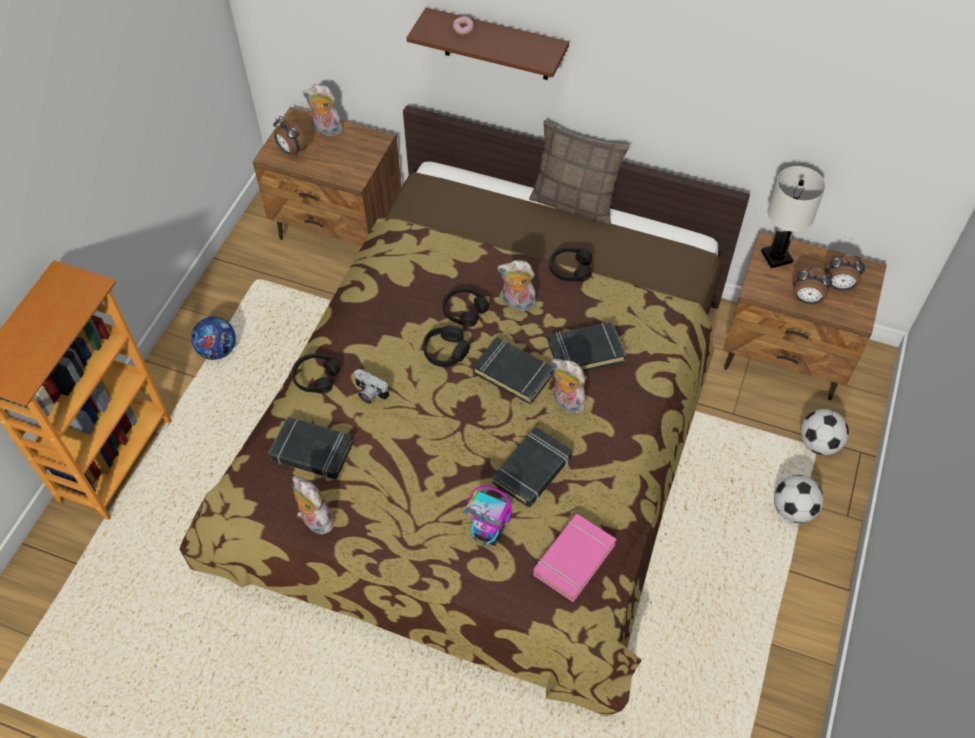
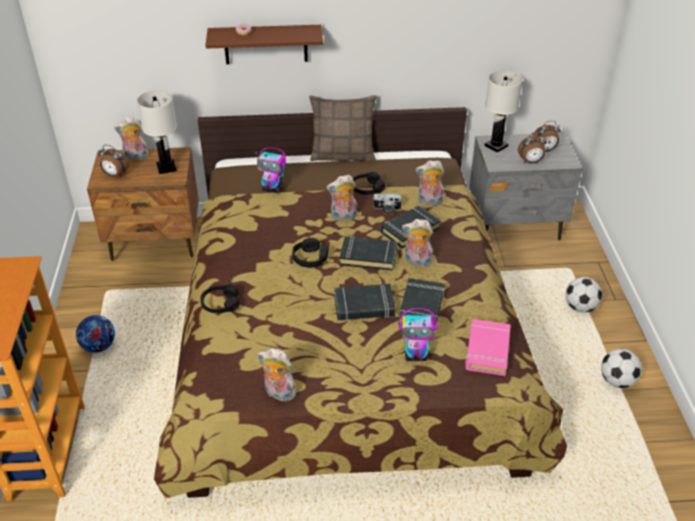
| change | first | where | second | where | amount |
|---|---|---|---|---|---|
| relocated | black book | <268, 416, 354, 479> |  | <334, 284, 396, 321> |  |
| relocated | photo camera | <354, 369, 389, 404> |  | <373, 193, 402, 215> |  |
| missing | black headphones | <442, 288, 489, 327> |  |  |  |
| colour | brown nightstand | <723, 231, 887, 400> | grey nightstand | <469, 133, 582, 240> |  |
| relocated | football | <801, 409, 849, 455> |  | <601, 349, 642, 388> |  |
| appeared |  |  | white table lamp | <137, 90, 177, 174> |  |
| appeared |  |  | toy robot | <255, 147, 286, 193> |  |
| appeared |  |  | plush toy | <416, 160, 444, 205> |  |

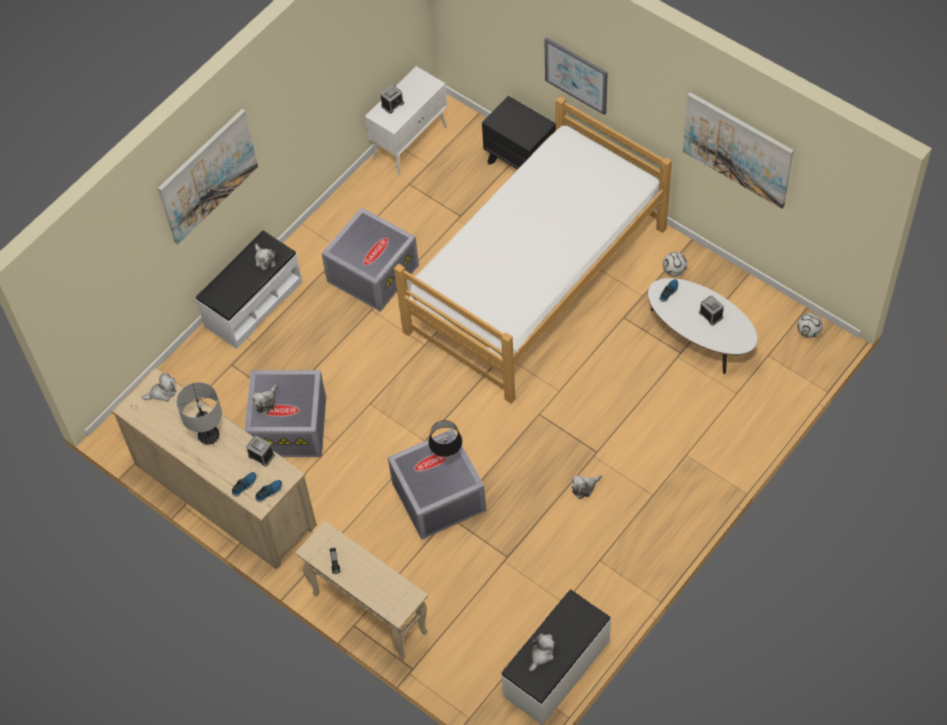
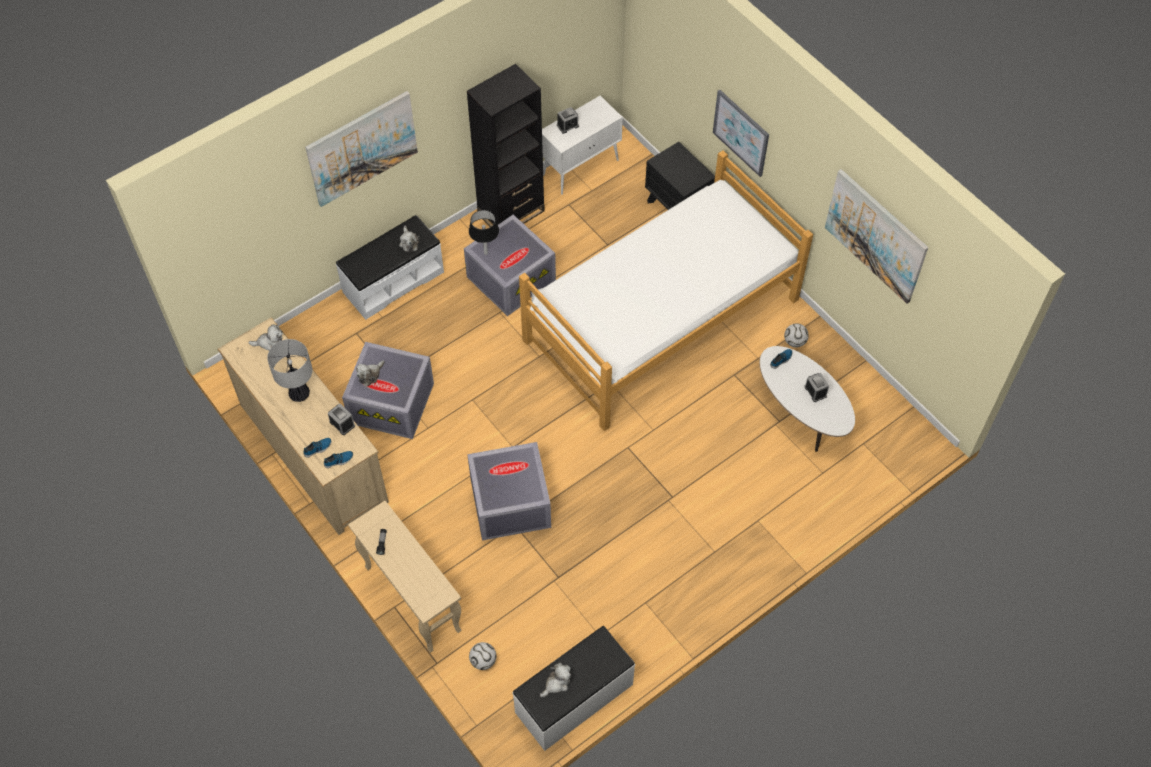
| change | first | where | second | where | amount |
|---|---|---|---|---|---|
| relocated | black table lamp | <428, 420, 462, 464> |  | <469, 210, 499, 255> |  |
| missing | plush toy | <571, 475, 602, 499> |  |  |  |
| relocated | football | <797, 313, 823, 338> |  | <469, 642, 496, 670> |  |
| appeared |  |  | black bookcase | <467, 64, 545, 227> |  |

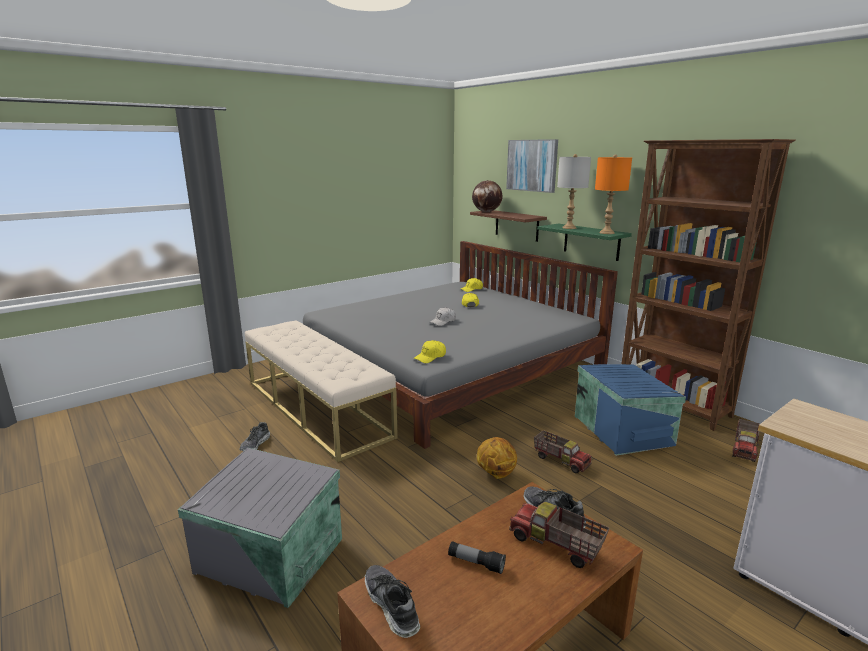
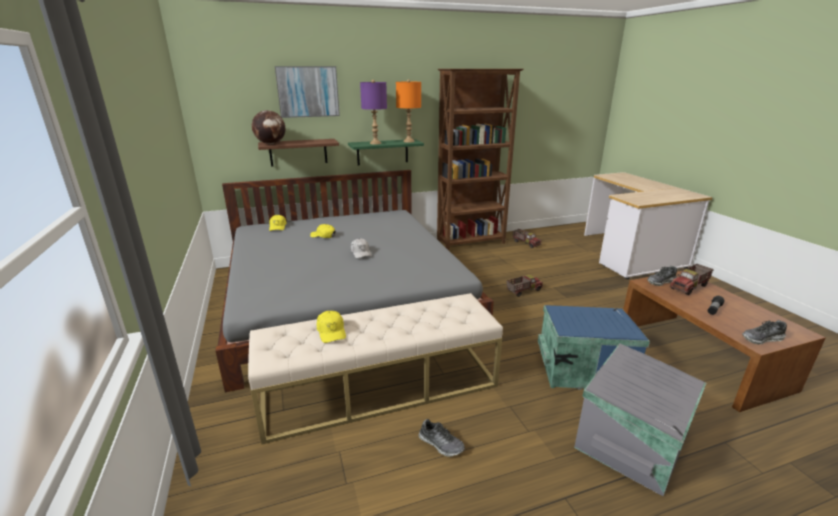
| change | first | where | second | where | amount |
|---|---|---|---|---|---|
| relocated | yellow cap | <414, 340, 446, 363> |  | <316, 311, 346, 343> |  |
| missing | basketball | <477, 437, 517, 479> |  |  |  |
| colour | grey table lamp | <557, 154, 591, 229> | purple table lamp | <360, 80, 387, 145> |  |
| relocated | blue storage box | <575, 364, 686, 456> |  | <538, 305, 650, 390> |  |

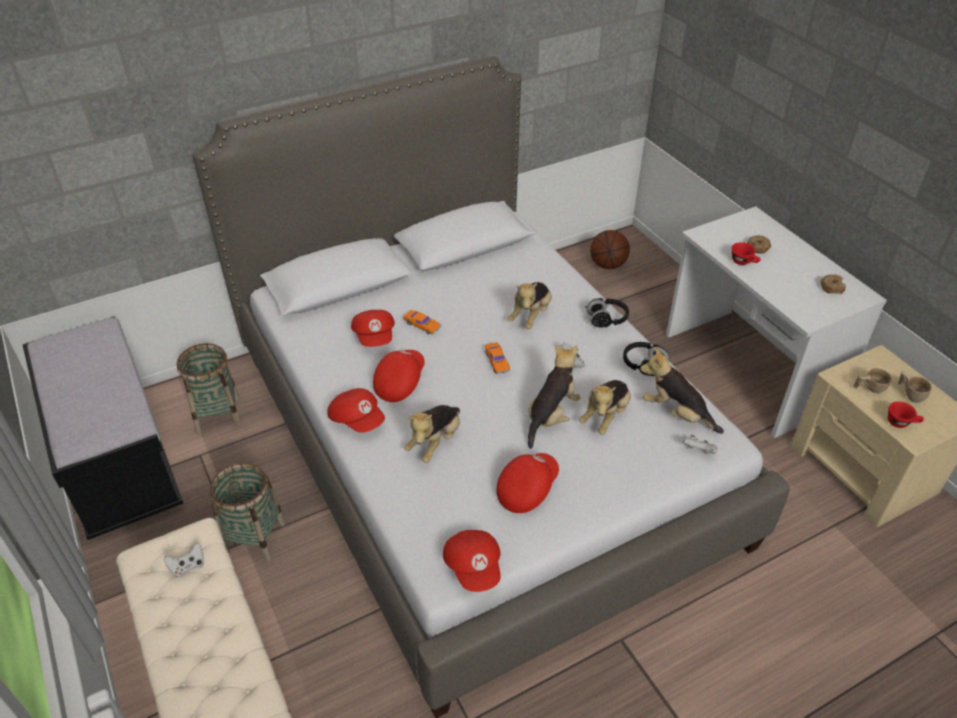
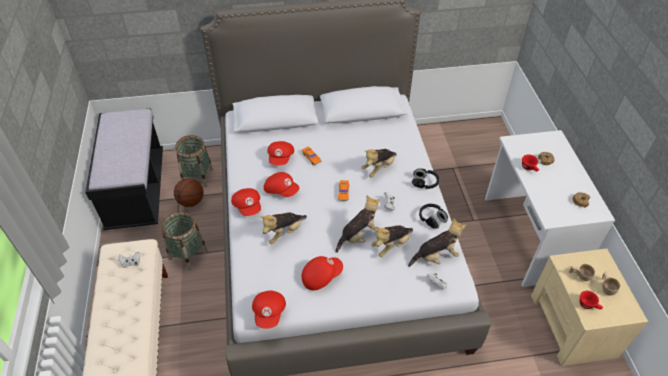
| change | first | where | second | where | amount |
|---|---|---|---|---|---|
| spun | red cap | <373, 350, 425, 402> |  | <264, 172, 299, 197> | 75 degrees clockwise |
| relocated | basketball | <590, 230, 630, 269> |  | <174, 178, 203, 207> |  |
| spun | plush toy | <640, 347, 724, 434> |  | <408, 218, 466, 267> | 105 degrees clockwise |

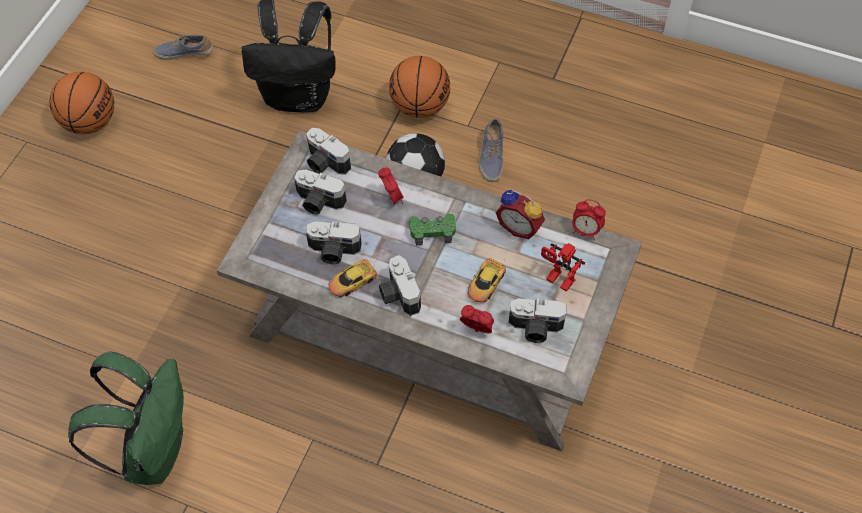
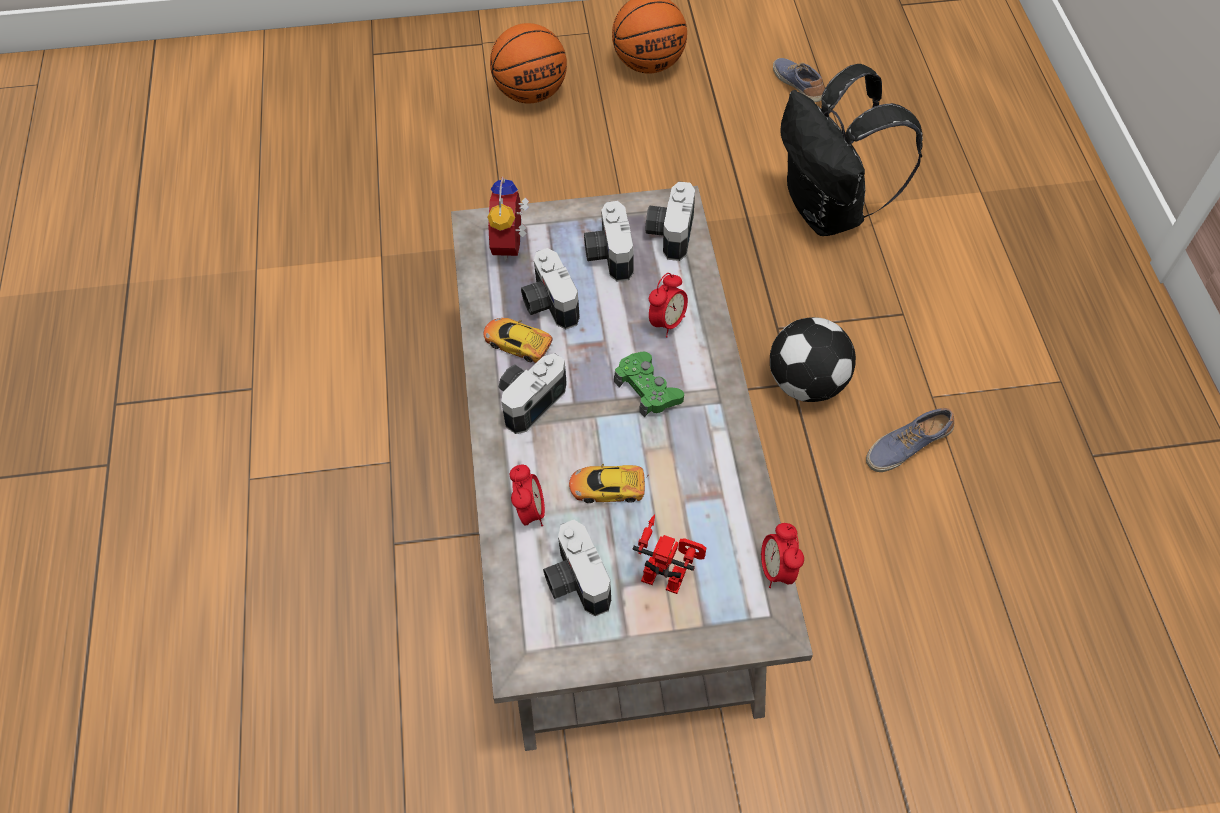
| change | first | where | second | where | amount |
|---|---|---|---|---|---|
| missing | green backpack | <68, 351, 184, 485> |  |  |  |
| relocated | basketball | <389, 56, 450, 118> |  | <490, 23, 567, 104> |  |
| relocated | alarm clock | <496, 190, 545, 239> |  | <487, 177, 529, 261> |  |
| spun | toy robot | <541, 243, 585, 292> |  | <632, 514, 706, 594> | 105 degrees clockwise |

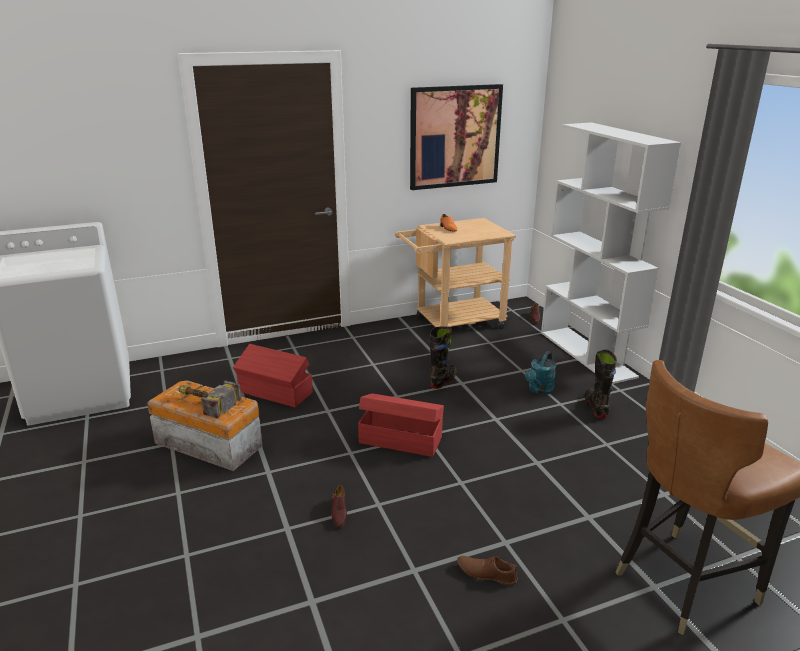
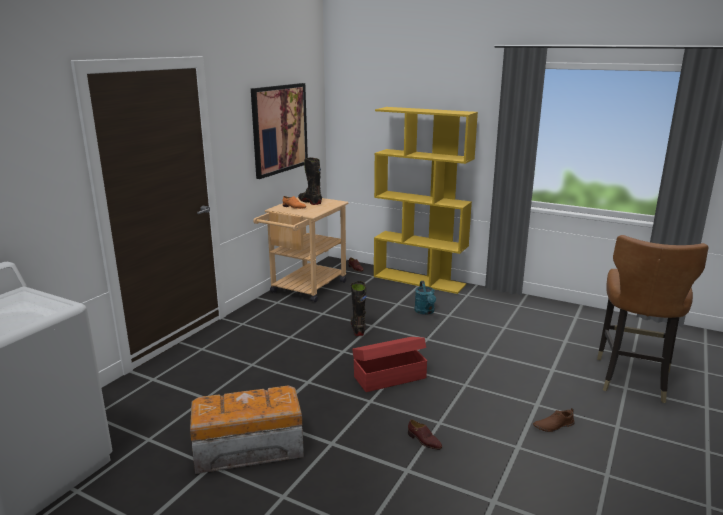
| change | first | where | second | where | amount |
|---|---|---|---|---|---|
| missing | hammer | <178, 380, 242, 418> |  |  |  |
| missing | red storage box | <233, 344, 313, 407> |  |  |  |
| colour | white bookcase | <541, 122, 681, 384> | yellow bookcase | <374, 107, 478, 294> |  |
| relocated | black boot | <585, 350, 617, 418> |  | <298, 157, 322, 205> |  |

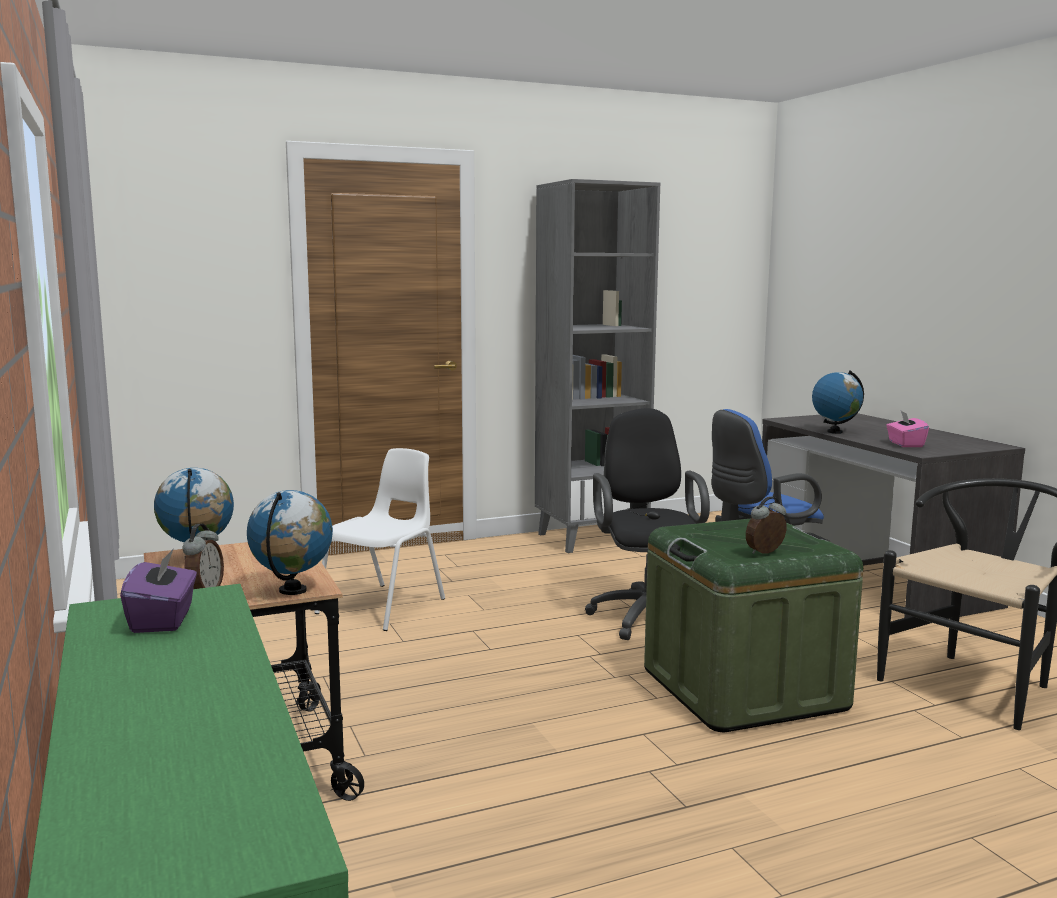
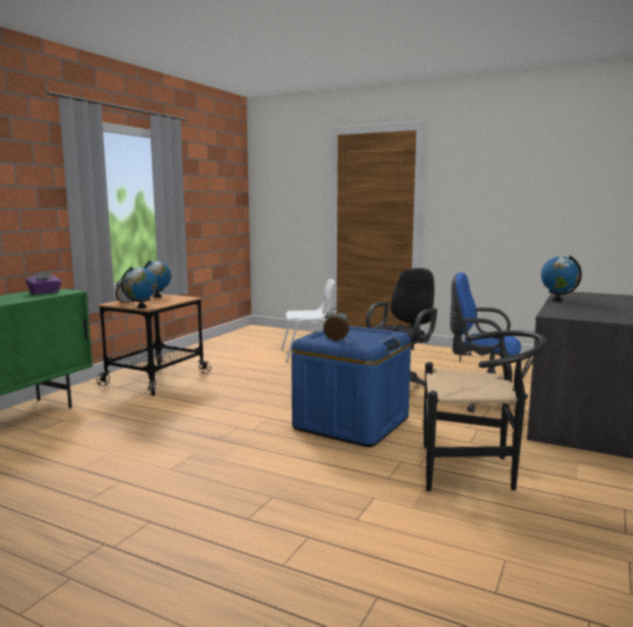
| change | first | where | second | where | amount |
|---|---|---|---|---|---|
| missing | grey bookcase | <535, 179, 660, 553> |  |  |  |
| colour | green storage box | <644, 519, 863, 732> | blue storage box | <291, 326, 411, 447> |  |
| missing | pink tissue box | <886, 411, 929, 447> |  |  |  |

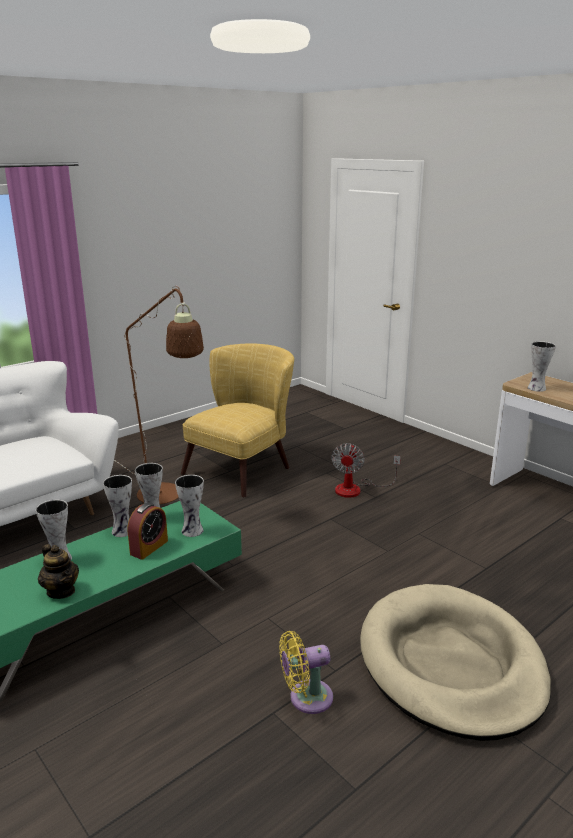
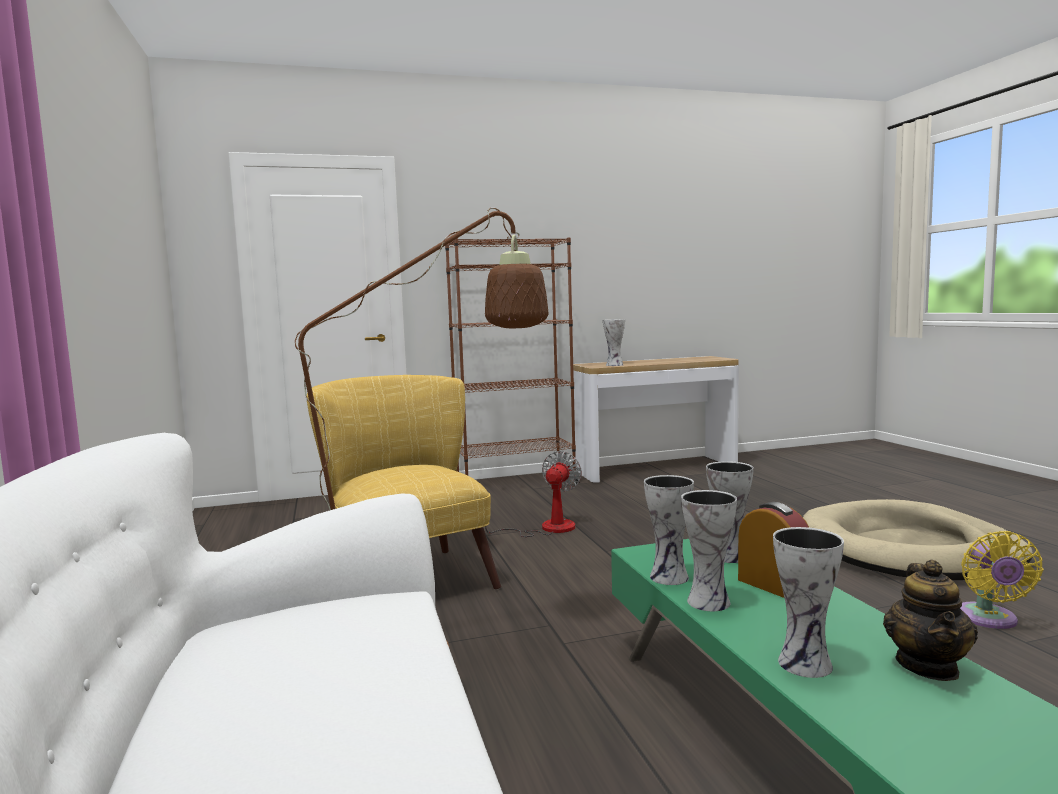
| change | first | where | second | where | amount |
|---|---|---|---|---|---|
| spun | teapot | <38, 544, 79, 599> |  | <883, 560, 978, 681> | 120 degrees clockwise |
| spun | fan | <331, 443, 401, 498> |  | <485, 451, 582, 537> | 105 degrees counterclockwise |
| appeared |  |  | brown bookcase | <445, 238, 580, 484> |  |

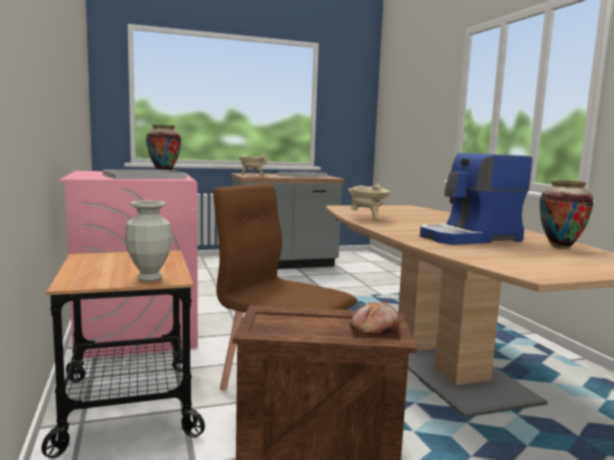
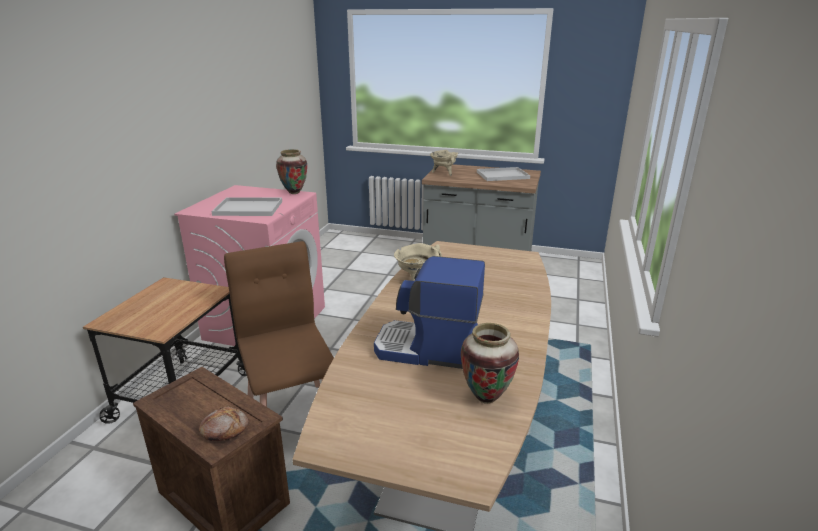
| change | first | where | second | where | amount |
|---|---|---|---|---|---|
| missing | vase | <125, 201, 172, 282> |  |  |  |

